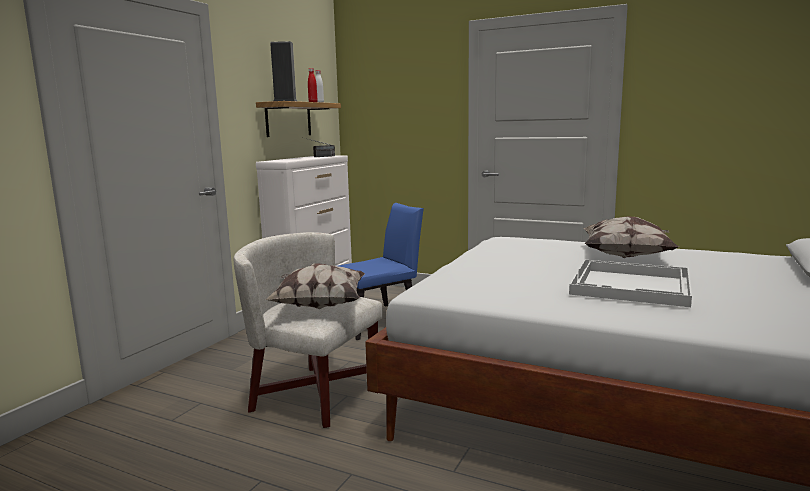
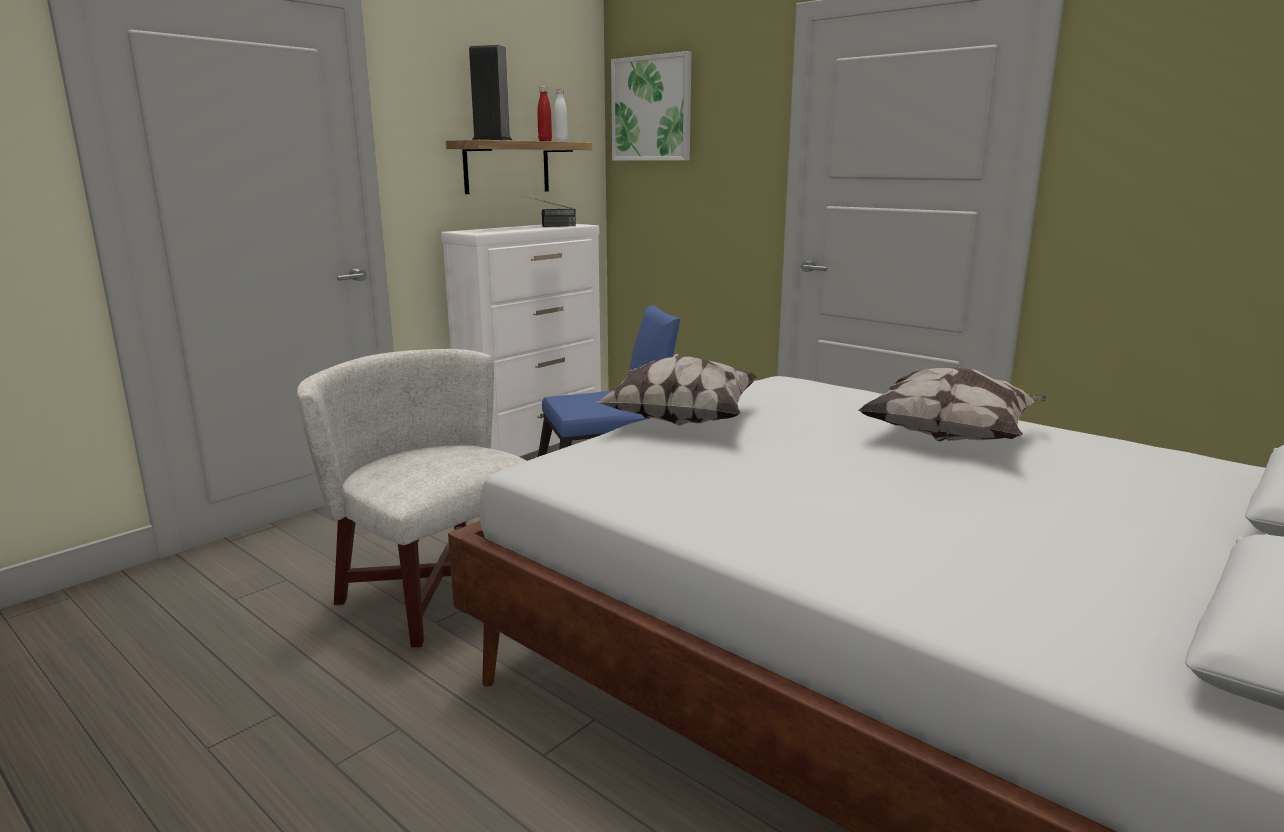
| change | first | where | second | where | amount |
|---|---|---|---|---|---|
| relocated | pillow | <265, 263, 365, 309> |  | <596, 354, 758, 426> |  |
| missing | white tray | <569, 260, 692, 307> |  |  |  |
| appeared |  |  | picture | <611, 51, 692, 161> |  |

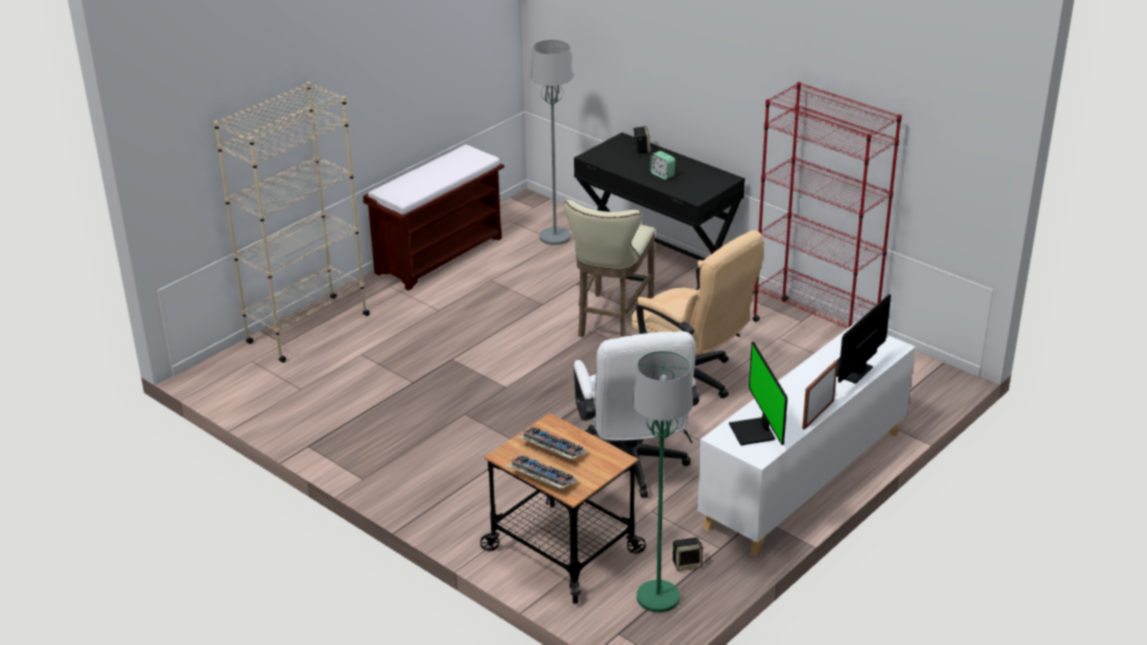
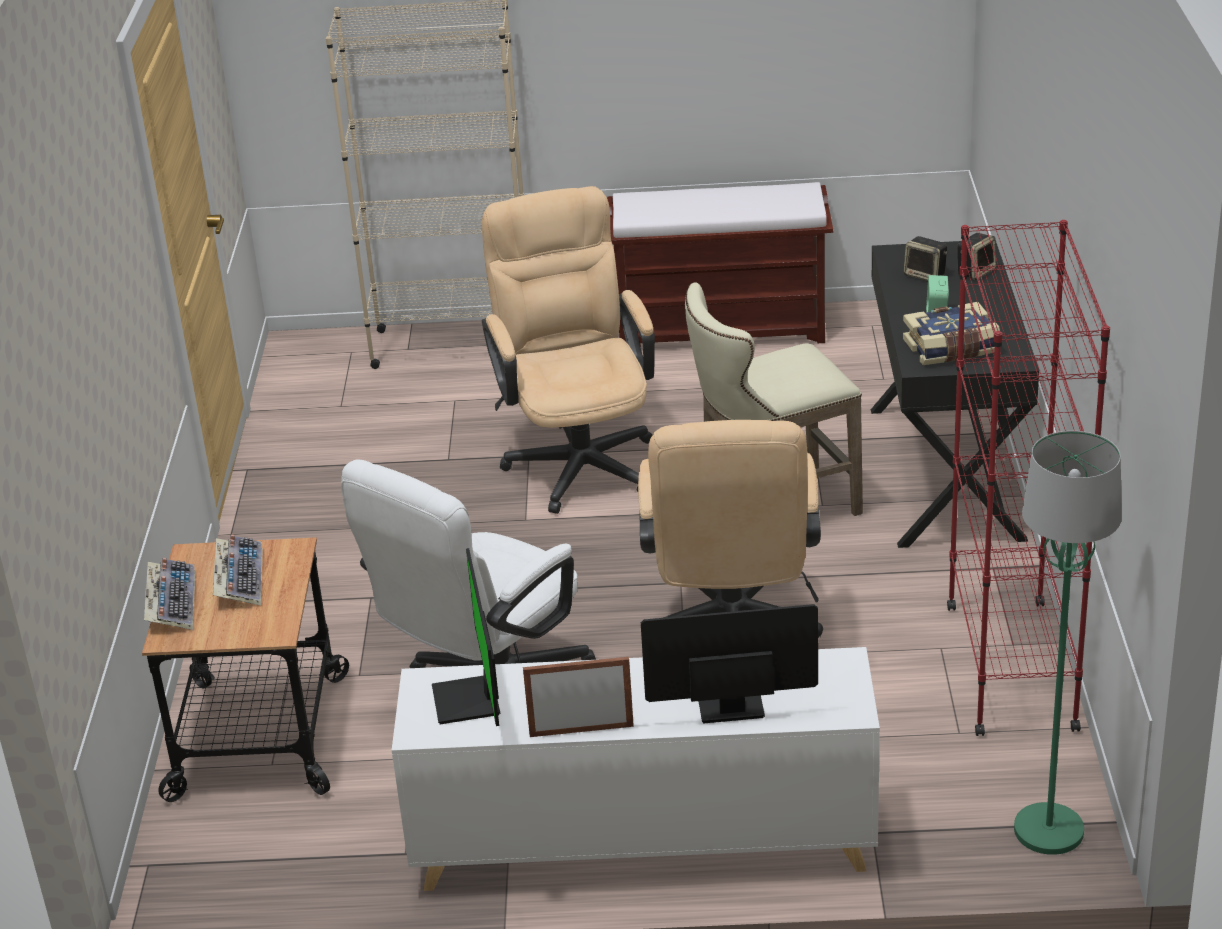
| change | first | where | second | where | amount |
|---|---|---|---|---|---|
| missing | grey floor lamp | <531, 40, 573, 245> |  |  |  |
| relocated | green floor lamp | <633, 351, 693, 613> |  | <1014, 431, 1122, 855> |  |
| relocated | speaker | <672, 537, 703, 571> |  | <904, 236, 948, 281> |  |
| spun | monitor | <729, 342, 788, 445> |  | <432, 548, 500, 726> | 45 degrees counterclockwise |
| appeared |  |  | beige office chair | <482, 186, 655, 514> |  |
| appeared |  |  | book | <903, 302, 1000, 365> |  |

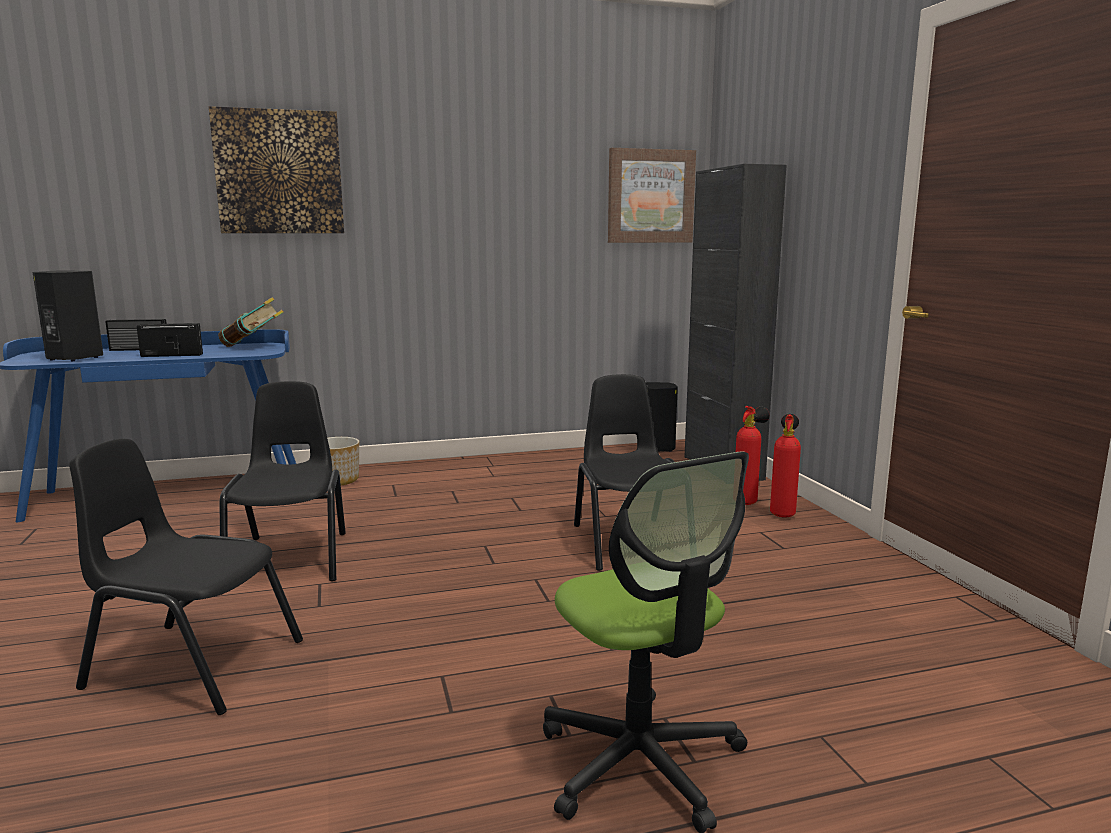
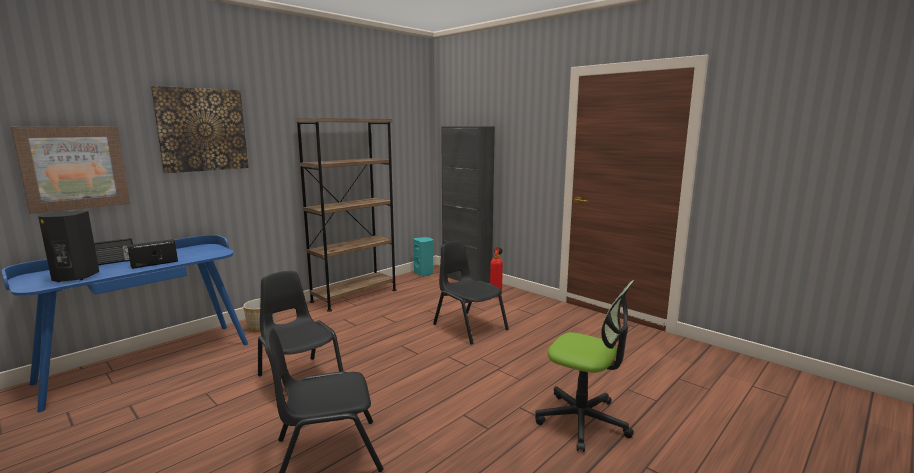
| change | first | where | second | where | amount |
|---|---|---|---|---|---|
| missing | book | <218, 297, 284, 347> |  |  |  |
| relocated | picture | <608, 148, 696, 243> |  | <11, 127, 130, 214> |  |
| colour | black speaker | <646, 382, 678, 452> | turquoise speaker | <413, 237, 434, 276> |  |
| missing | fire extinguisher | <770, 414, 801, 518> |  |  |  |
| appeared |  |  | brown bookcase | <294, 118, 396, 312> |  |

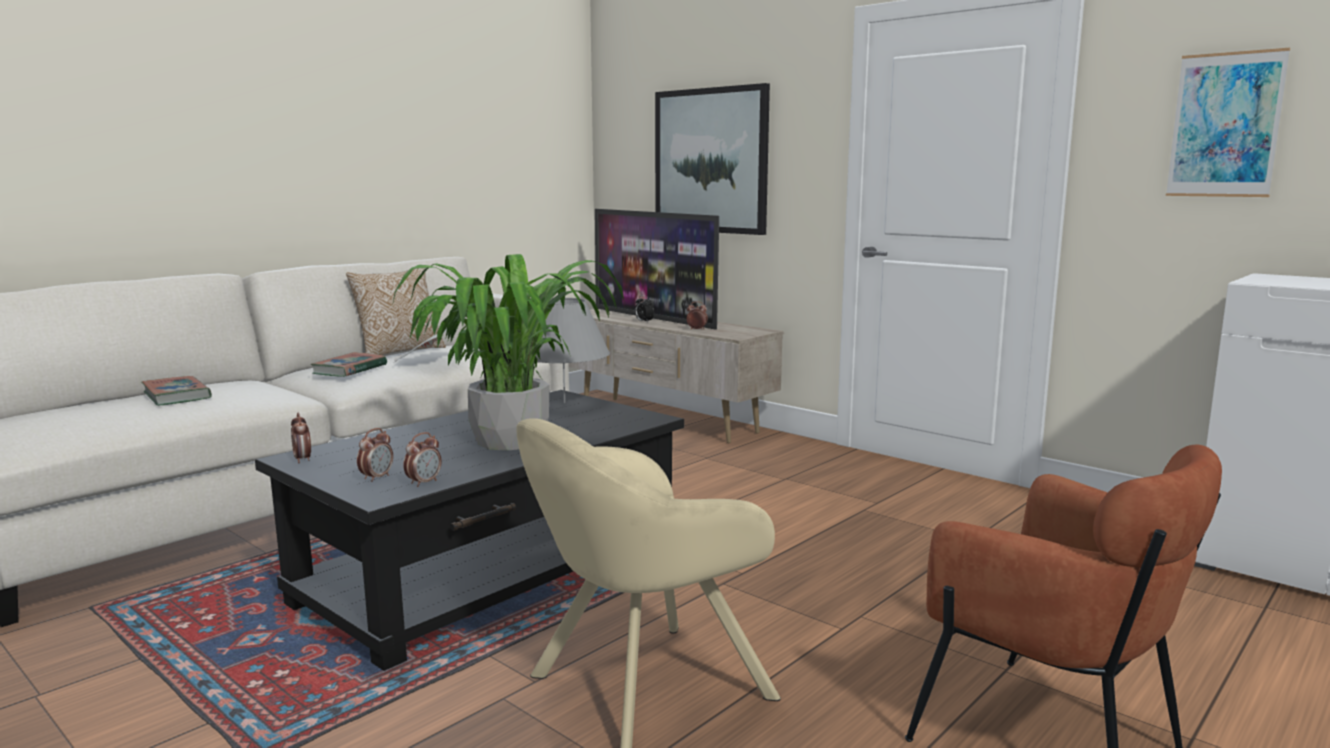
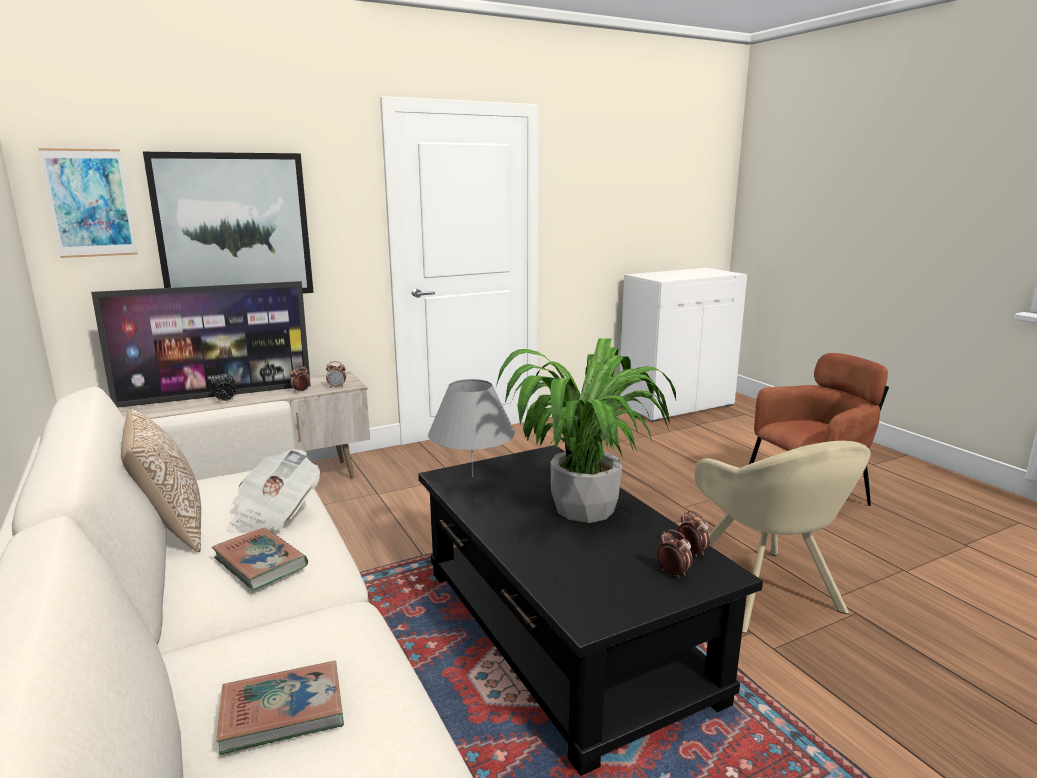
| change | first | where | second | where | amount |
|---|---|---|---|---|---|
| relocated | alarm clock | <291, 413, 311, 463> |  | <326, 361, 346, 388> |  |
| relocated | picture | <1166, 48, 1290, 197> |  | <39, 148, 138, 258> |  |

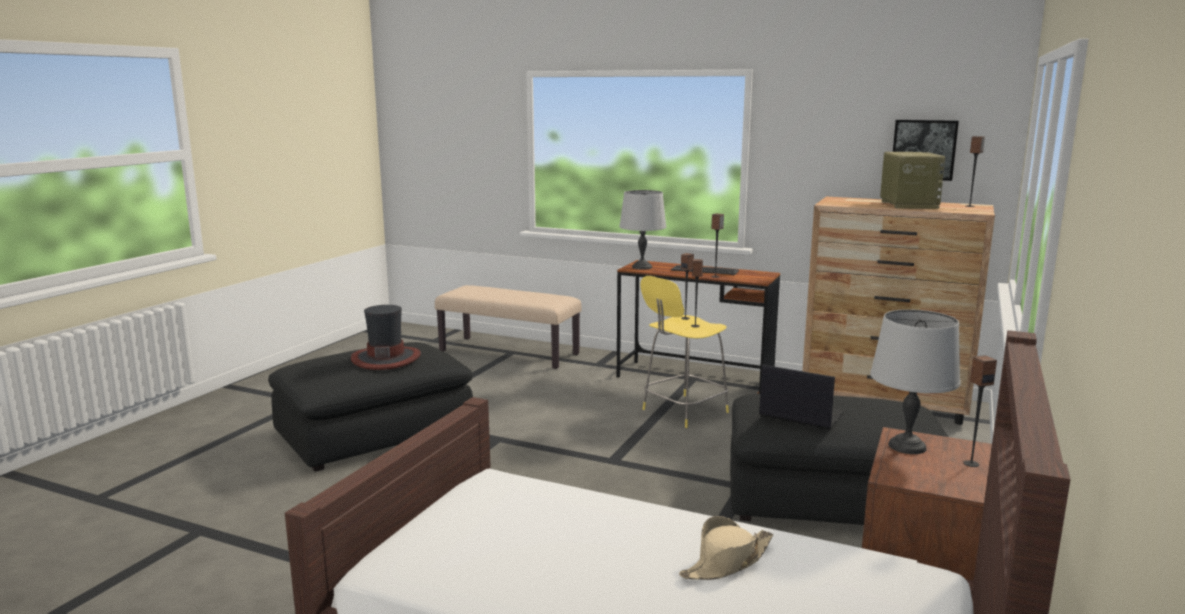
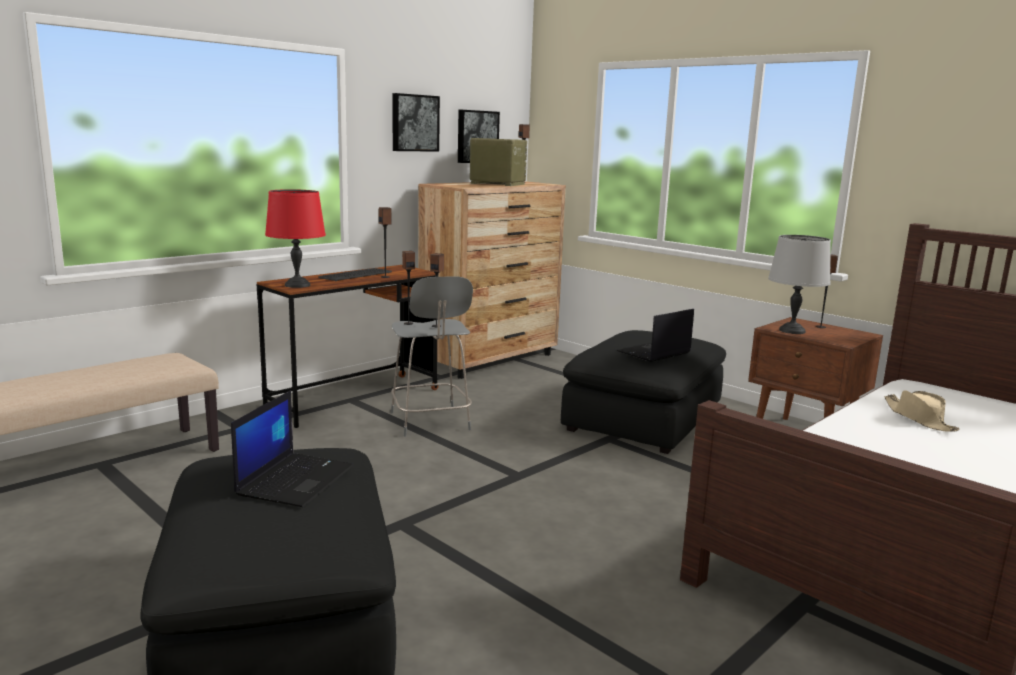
| change | first | where | second | where | amount |
|---|---|---|---|---|---|
| exchanged | hat | <351, 305, 421, 370> | laptop | <231, 390, 353, 507> |  |
| colour | grey table lamp | <619, 190, 666, 269> | red table lamp | <265, 189, 326, 288> |  |
| colour | yellow stool | <640, 276, 729, 428> | grey stool | <391, 276, 473, 436> |  |
| appeared |  |  | picture | <392, 93, 440, 152> |  |

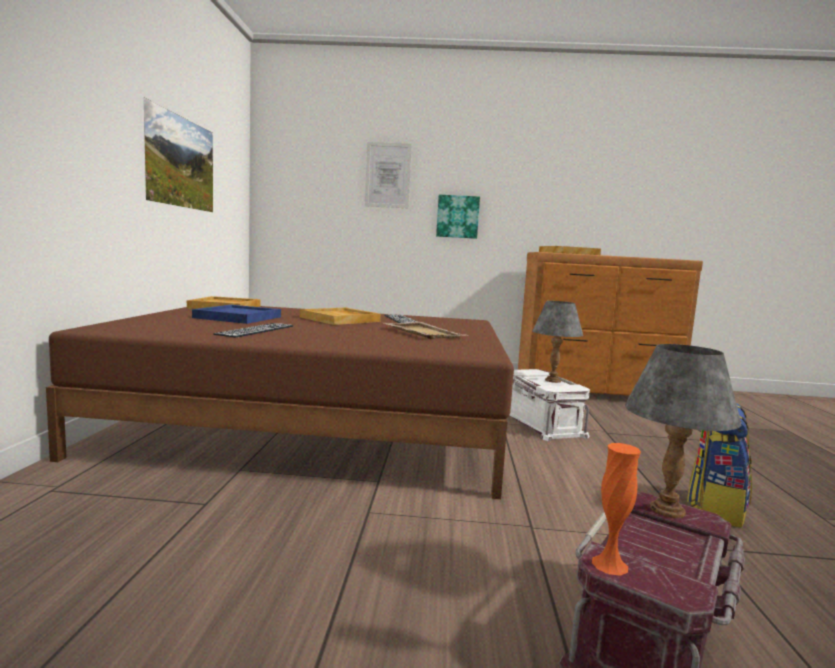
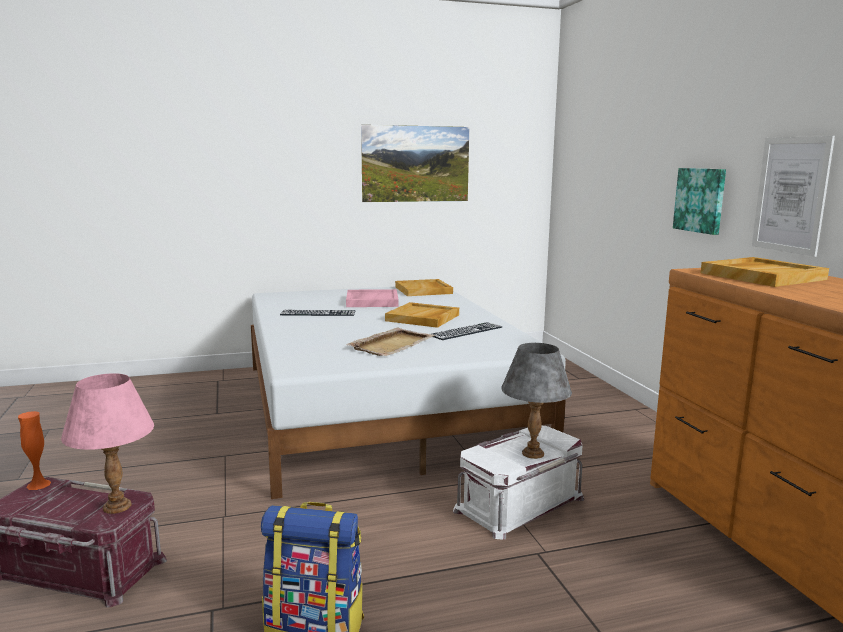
| change | first | where | second | where | amount |
|---|---|---|---|---|---|
| colour | brown bed | <46, 306, 514, 499> | white bed | <251, 287, 566, 499> |  |
| colour | blue tray | <192, 305, 281, 324> | pink tray | <346, 289, 399, 307> |  |
| relocated | picture | <365, 142, 412, 209> |  | <752, 136, 835, 257> |  |
| colour | grey table lamp | <625, 344, 741, 518> | pink table lamp | <61, 373, 154, 514> |  |

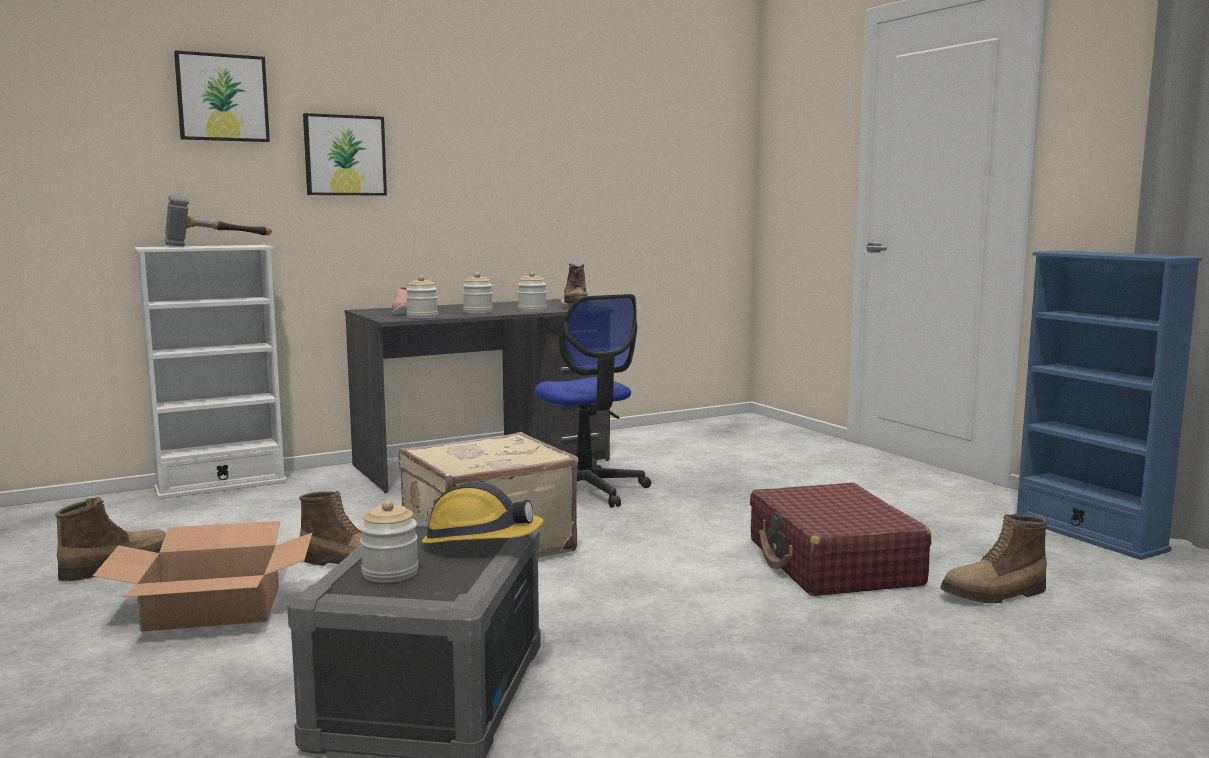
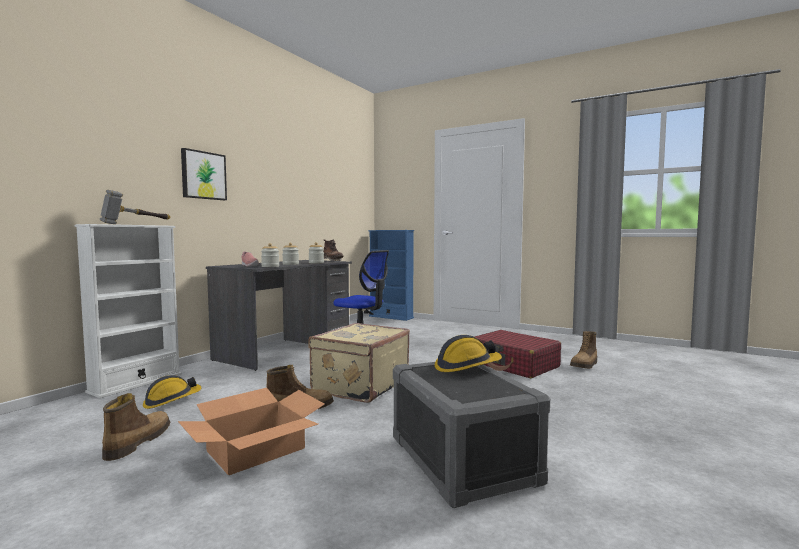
| change | first | where | second | where | amount |
|---|---|---|---|---|---|
| missing | picture | <174, 50, 270, 142> |  |  |  |
| missing | jar | <359, 500, 419, 583> |  |  |  |
| relocated | blue bookcase | <1016, 251, 1202, 560> |  | <368, 230, 414, 321> |  |
| appeared |  |  | hard hat | <143, 375, 201, 409> |  |

